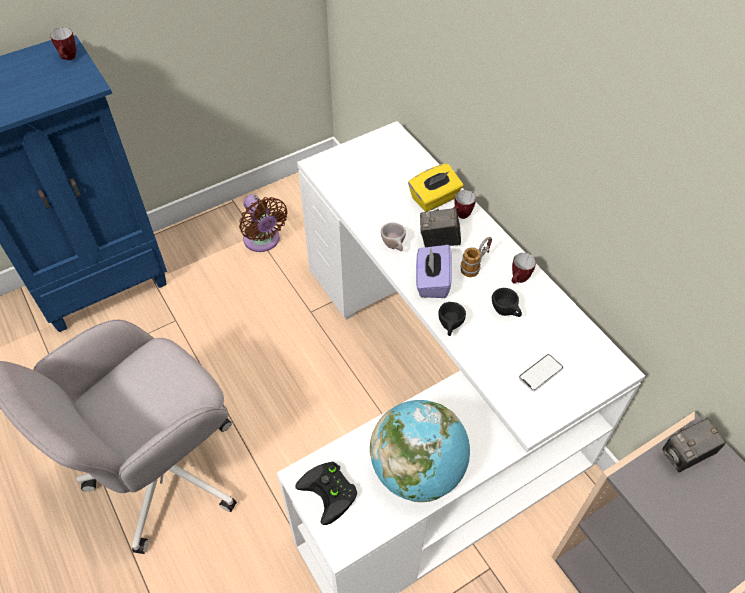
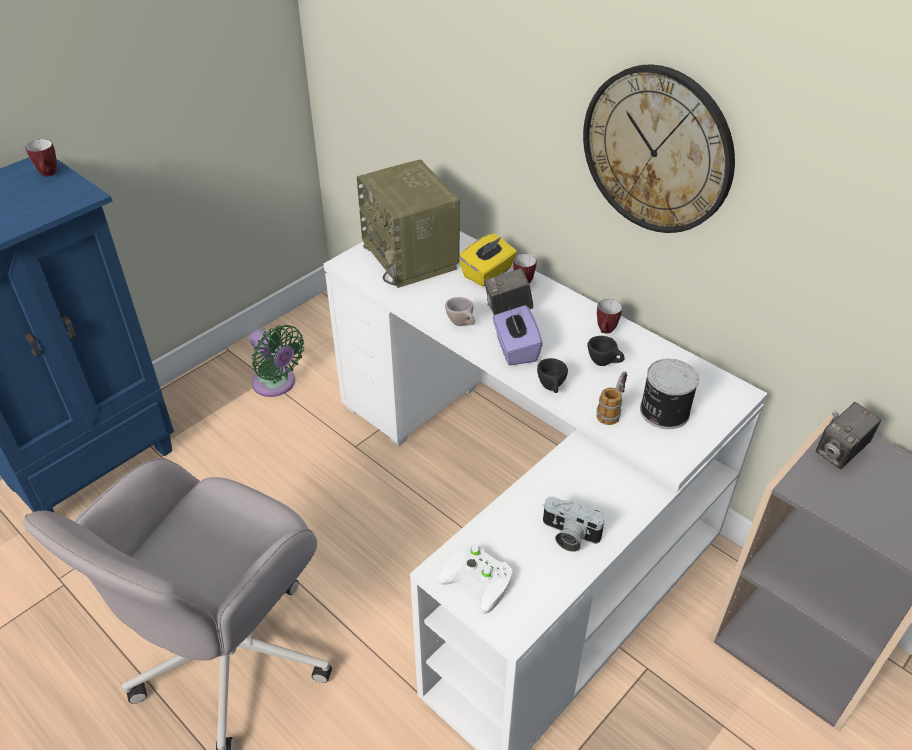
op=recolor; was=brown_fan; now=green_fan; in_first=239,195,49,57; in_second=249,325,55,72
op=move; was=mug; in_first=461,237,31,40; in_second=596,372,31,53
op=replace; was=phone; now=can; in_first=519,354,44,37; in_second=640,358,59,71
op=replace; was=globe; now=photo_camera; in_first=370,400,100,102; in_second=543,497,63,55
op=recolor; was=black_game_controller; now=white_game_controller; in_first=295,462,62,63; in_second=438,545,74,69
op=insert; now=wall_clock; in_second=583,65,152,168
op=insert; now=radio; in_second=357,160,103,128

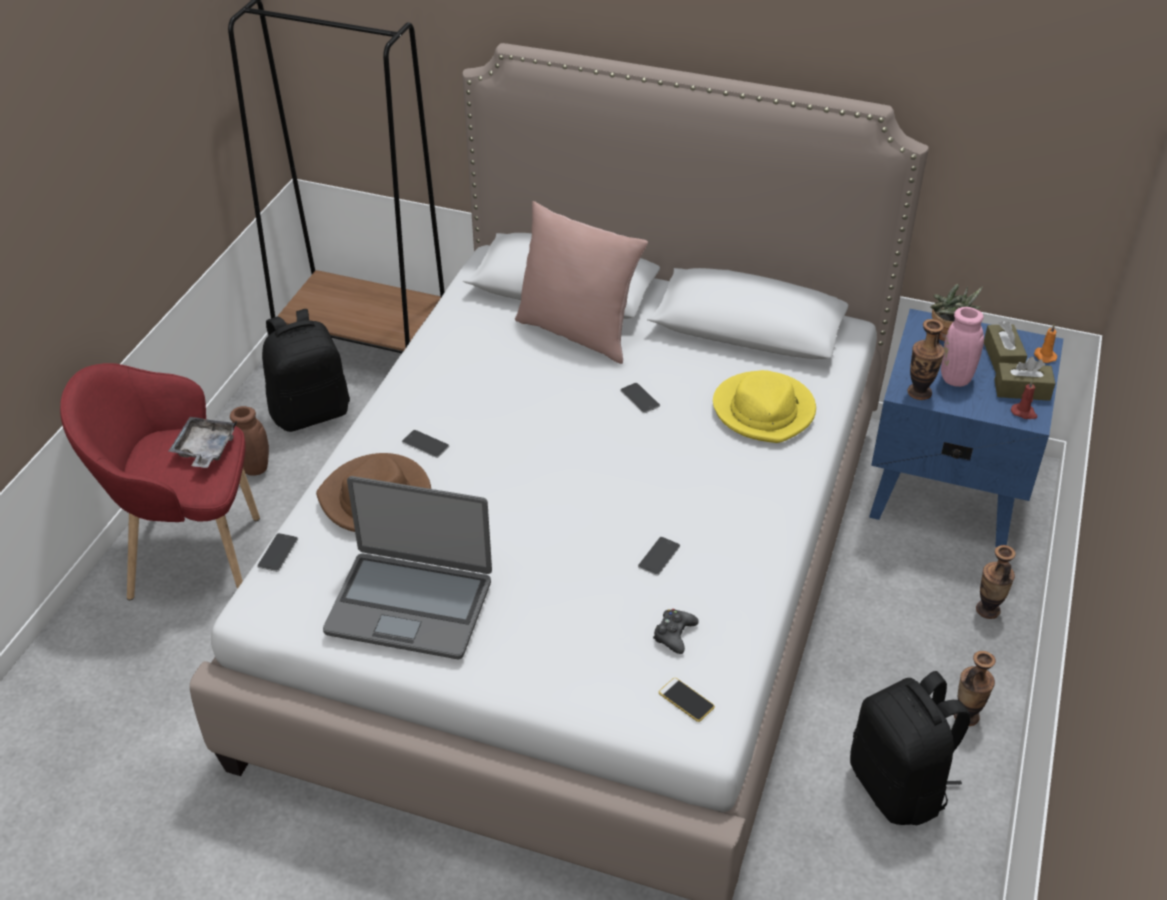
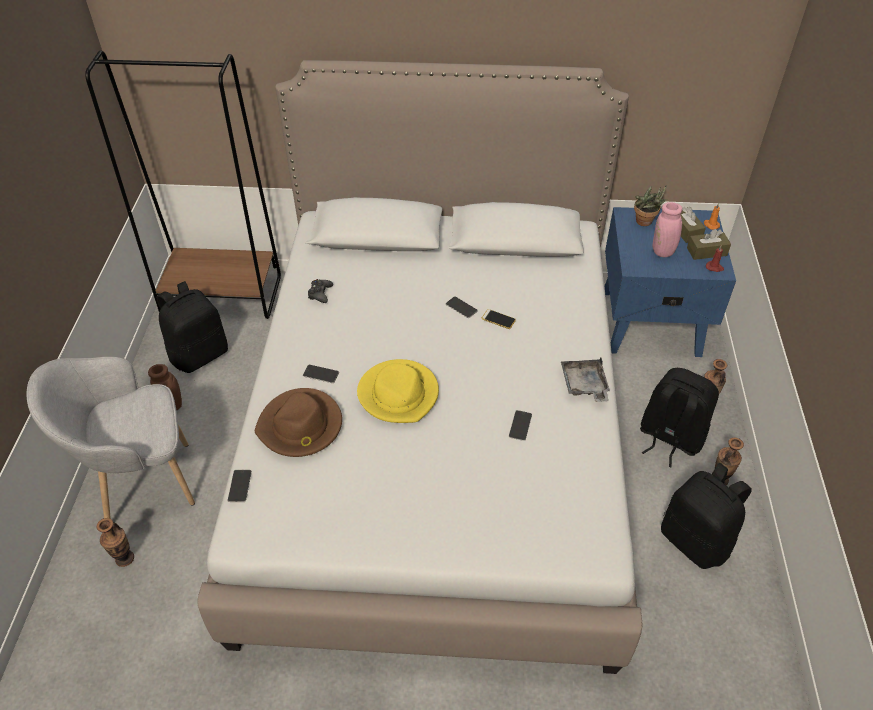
op=delete; was=pink_pillow; in_first=515,201,133,163
op=move; was=vase; in_first=907,319,38,81; in_second=96,518,38,49
op=recolor; was=red_armchair; now=grey_armchair; in_first=60,363,200,237; in_second=27,357,168,162
op=move; was=yellow_hat; in_first=713,370,103,73; in_second=357,359,82,64
op=move; was=grey_tray; in_first=169,417,68,51; in_second=561,358,49,44
op=delete; was=laptop; in_first=323,476,169,183
op=move; was=black_game_controller; in_first=653,609,46,45; in_second=308,279,25,24
op=move; was=phone; in_first=659,678,56,44; in_second=482,309,34,20
op=insert; now=black_backpack; in_second=640,368,79,99

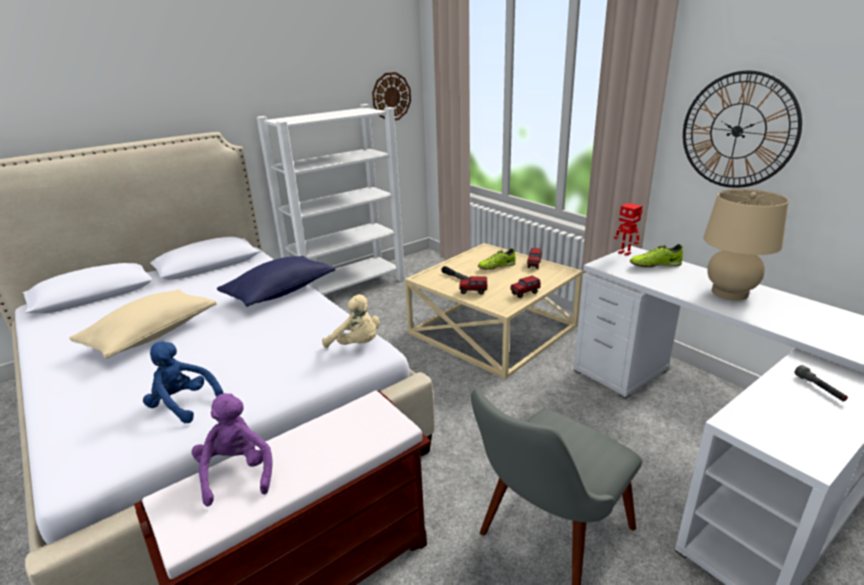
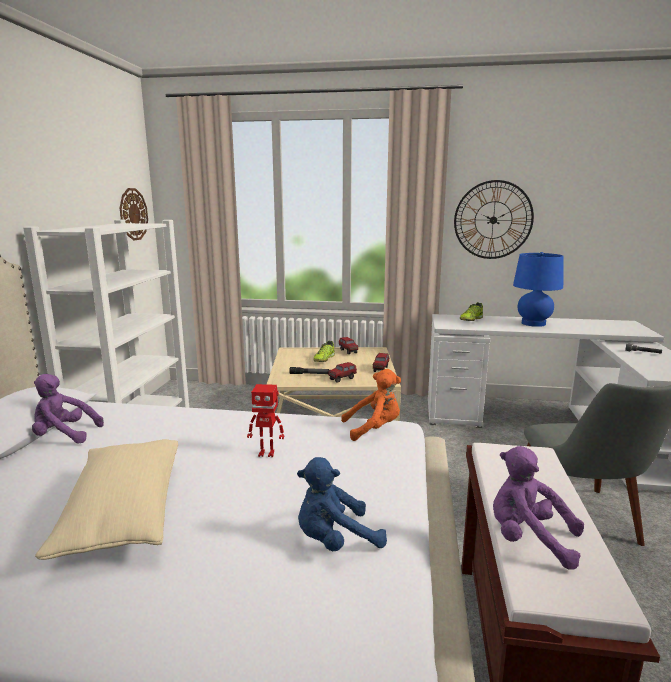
op=recolor; was=beige_table_lamp; now=blue_table_lamp; in_first=703,189,86,112; in_second=513,252,51,75
op=move; was=toy_robot; in_first=613,203,29,53; in_second=247,384,37,73
op=delete; was=blue_pillow; in_first=217,256,118,51
op=recolor; was=beige_plush_toy; now=orange_plush_toy; in_first=322,294,58,54; in_second=341,369,60,72
op=insert; now=purple_plush_toy; in_second=32,374,72,70

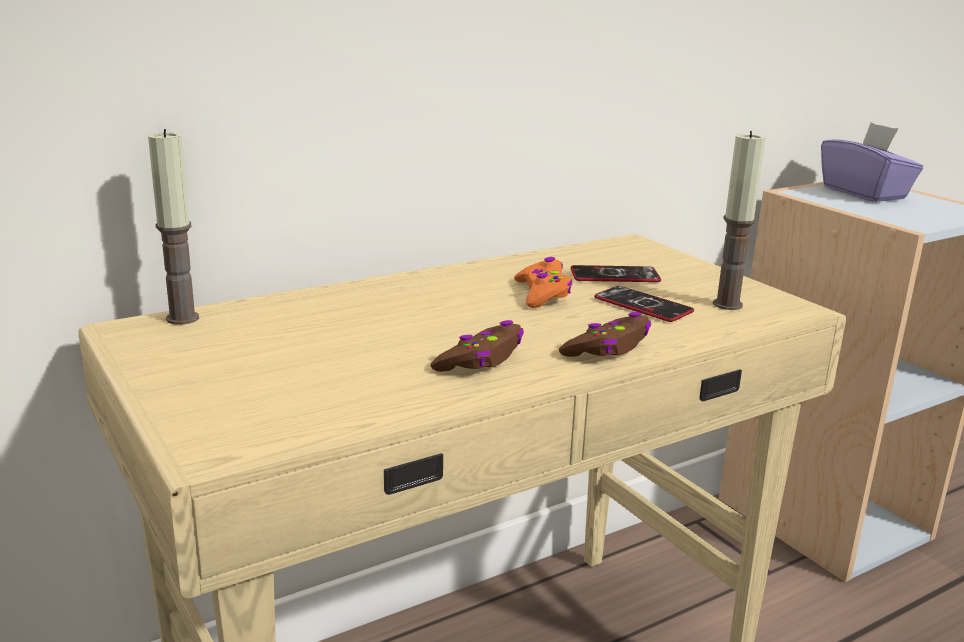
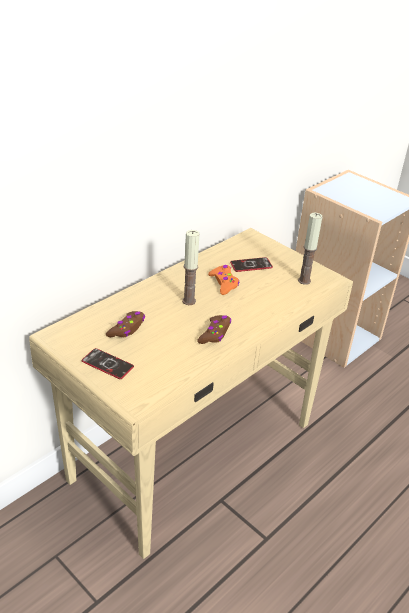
op=delete; was=purple_tissue_box; in_first=821,122,102,80
op=move; was=candle; in_first=148,129,51,196; in_second=182,230,18,75
op=move; was=phone; in_first=594,286,100,36; in_second=82,348,52,31
op=move; was=brown_game_controller; in_first=559,312,92,45; in_second=106,311,39,26

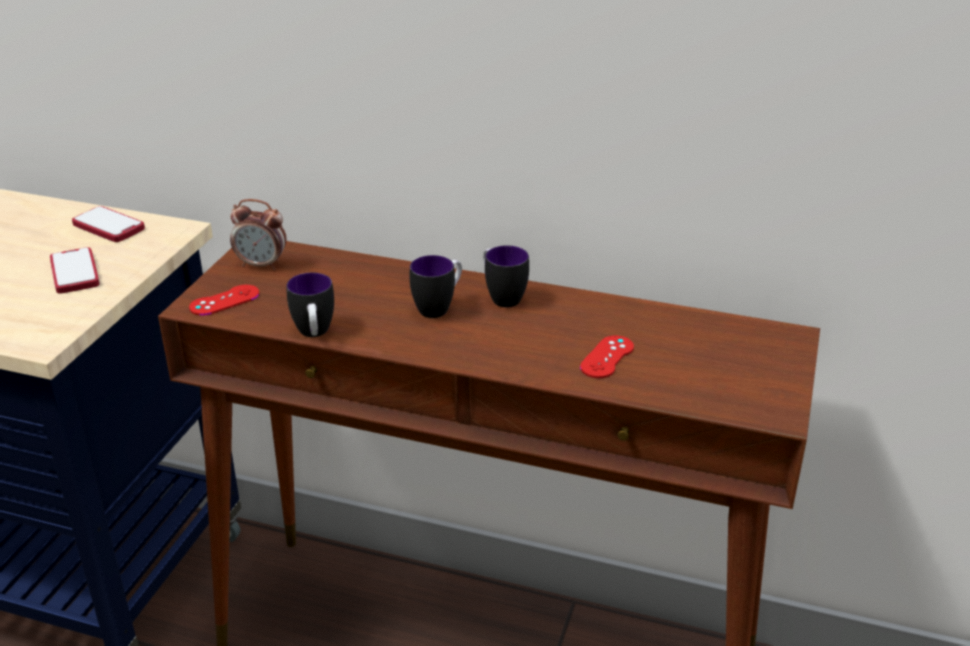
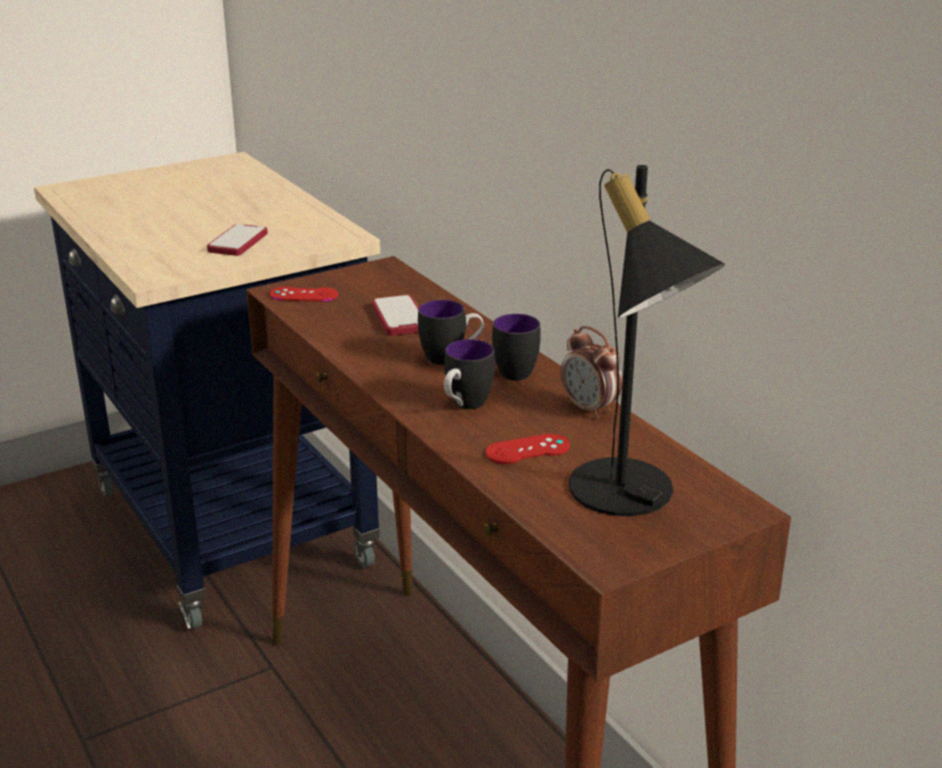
op=move; was=alarm_clock; in_first=230,199,56,71; in_second=561,326,61,93
op=move; was=phone; in_first=72,206,73,36; in_second=372,295,47,41
op=move; was=mug; in_first=286,273,48,64; in_second=444,339,51,70
op=insert; now=black_table_lamp; in_second=569,165,156,351

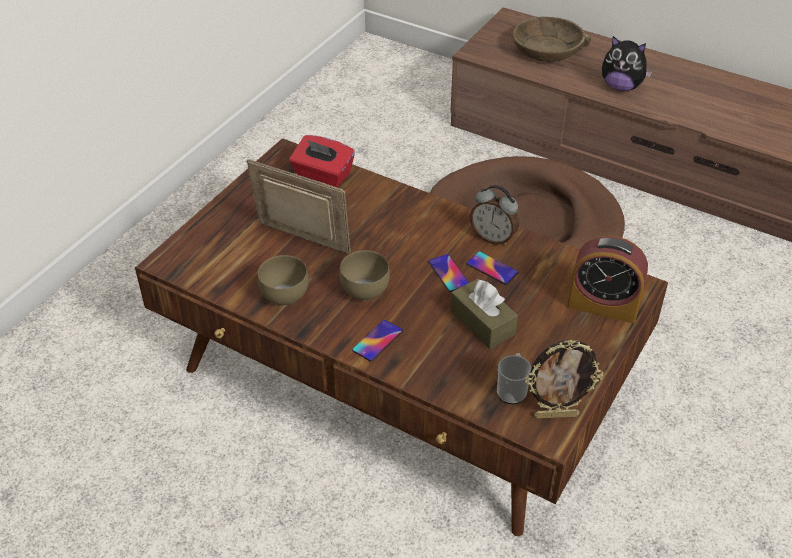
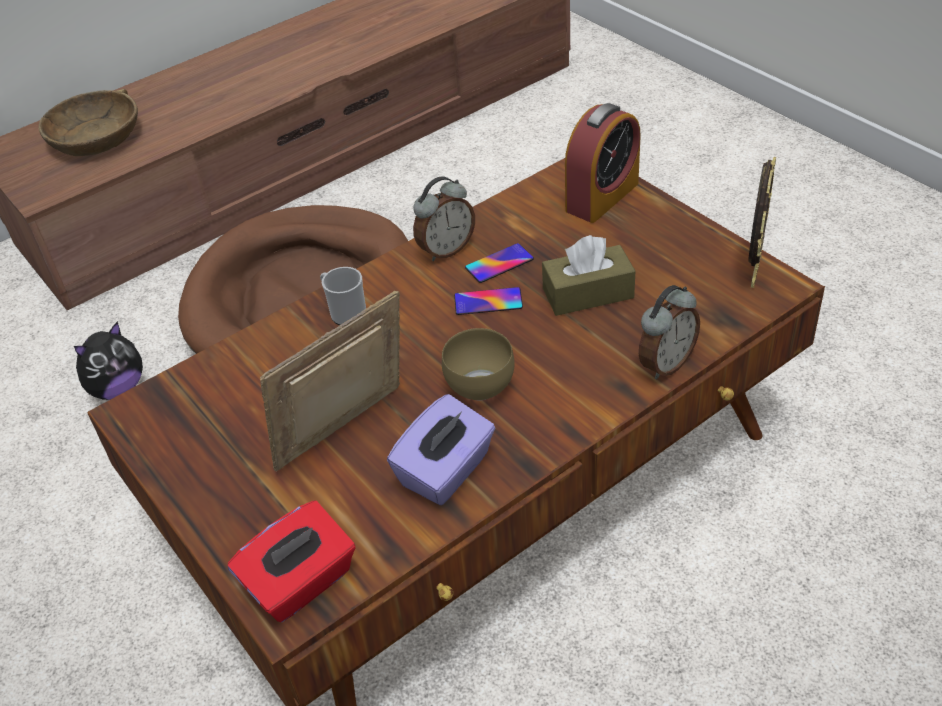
op=move; was=plush_toy; in_first=602,36,51,55; in_second=74,321,69,79
op=move; was=red_tissue_box; in_first=289,135,66,52; in_second=228,501,128,121
op=replace; was=brown_bowl; now=purple_tissue_box; in_first=258,255,51,51; in_second=387,394,108,111
op=delete; was=phone; in_first=352,320,51,42
op=move; was=mug; in_first=497,353,35,51; in_second=320,267,46,58
op=insert; now=alarm_clock; in_second=639,285,61,95

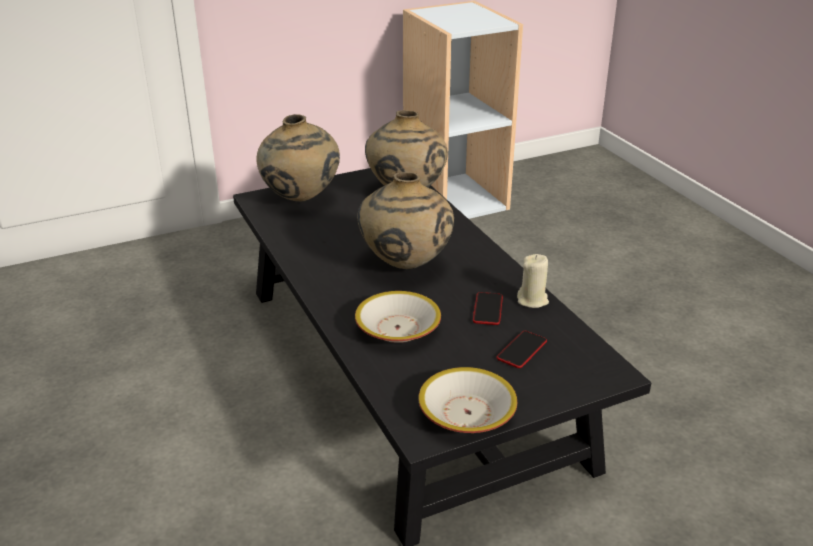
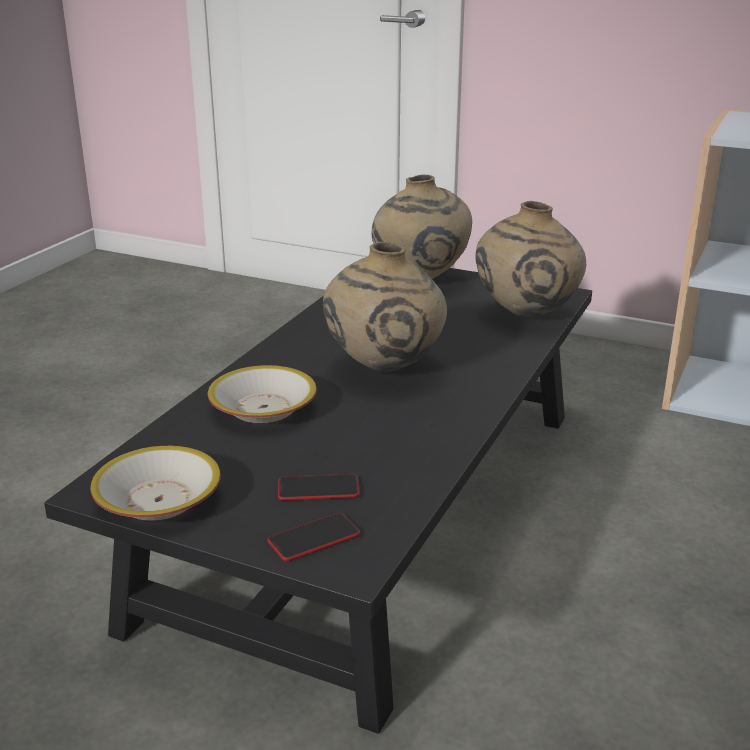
op=delete; was=beige_candle; in_first=517,254,32,54
op=move; was=phone; in_first=473,292,30,33; in_second=267,513,93,49

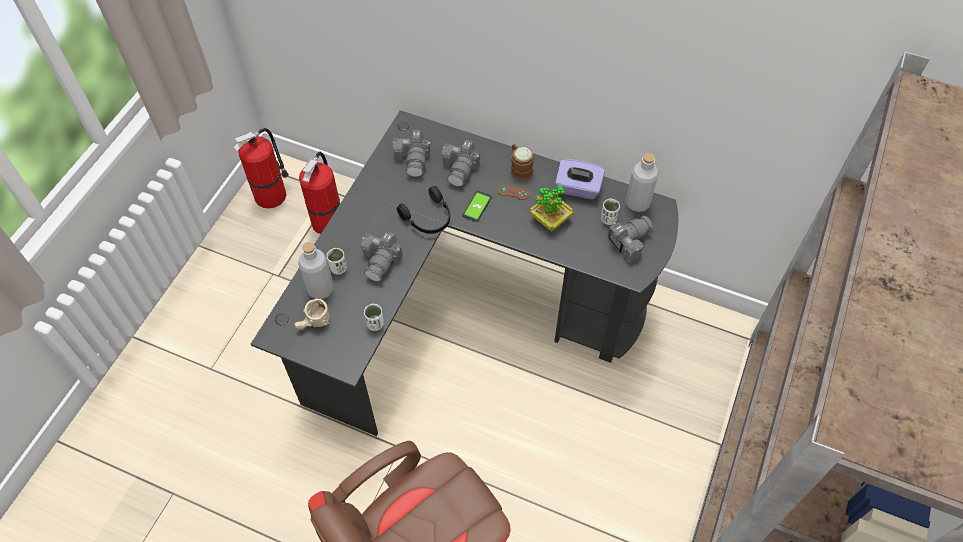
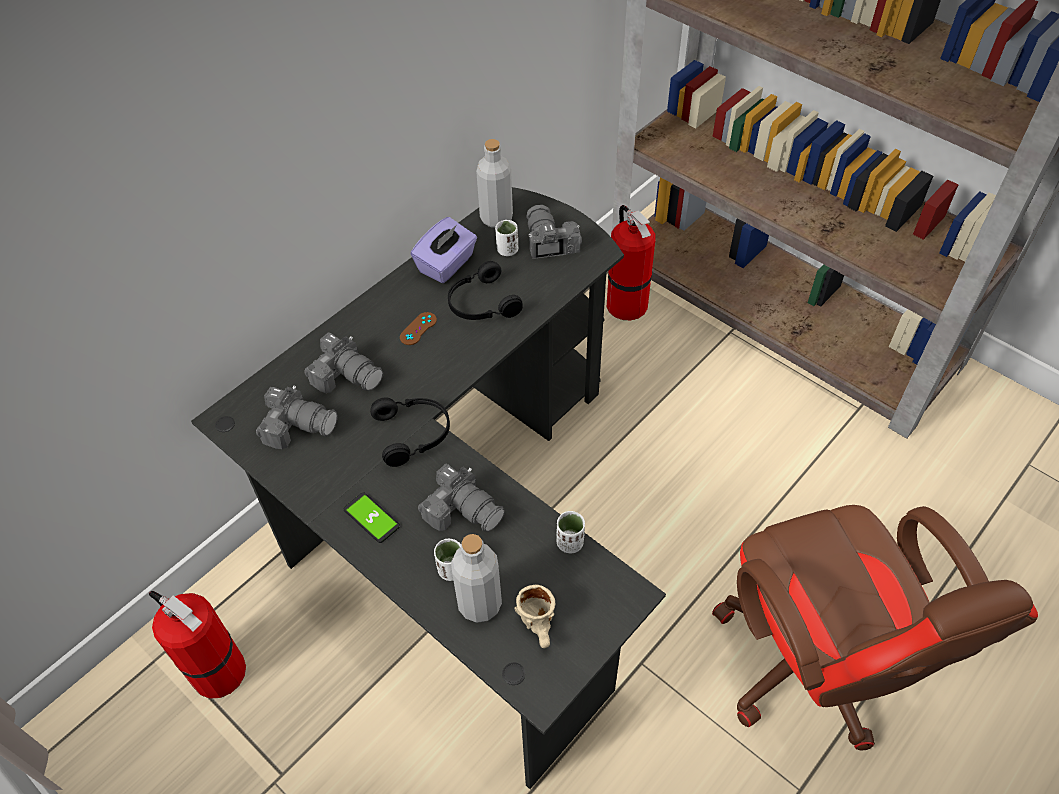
op=move; was=fire_extinguisher; in_first=234,128,55,81; in_second=607,205,49,115
op=delete; was=brown_mug; in_first=511,144,23,37
op=replace; was=potted_plant; now=black_headphones; in_first=530,185,43,47; in_second=448,261,75,59
op=move; was=phone; in_first=463,191,29,31; in_second=344,493,56,50

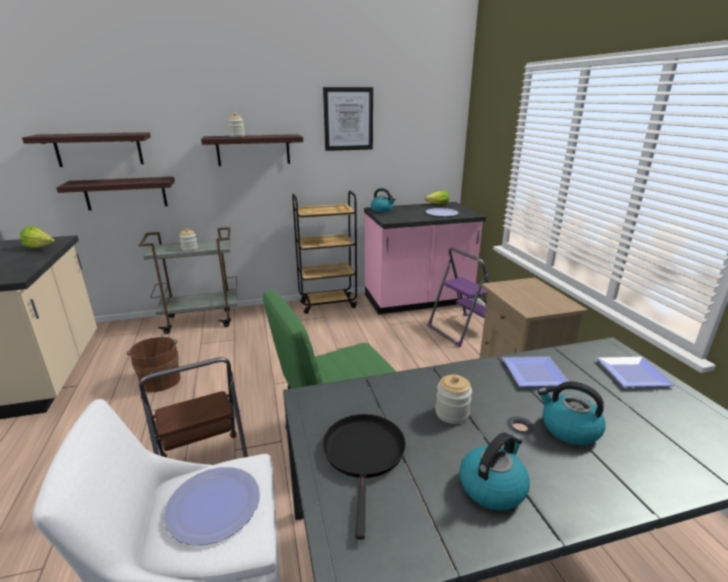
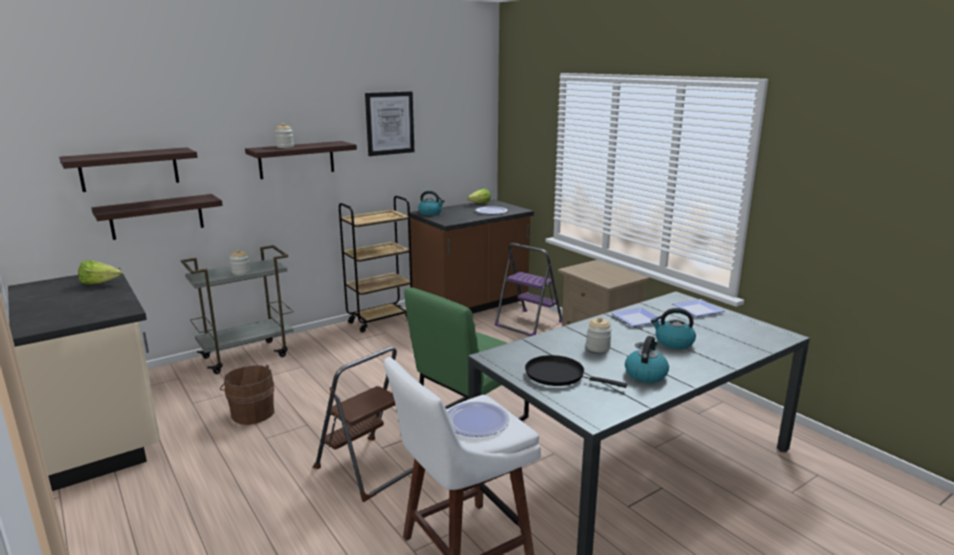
op=recolor; was=pink_counter; now=brown_counter; in_first=364,202,122,112; in_second=410,199,124,115
op=rotate; was=black_frying_pan; in_first=323,414,83,126; in_second=525,355,102,33; clockwise=-45

